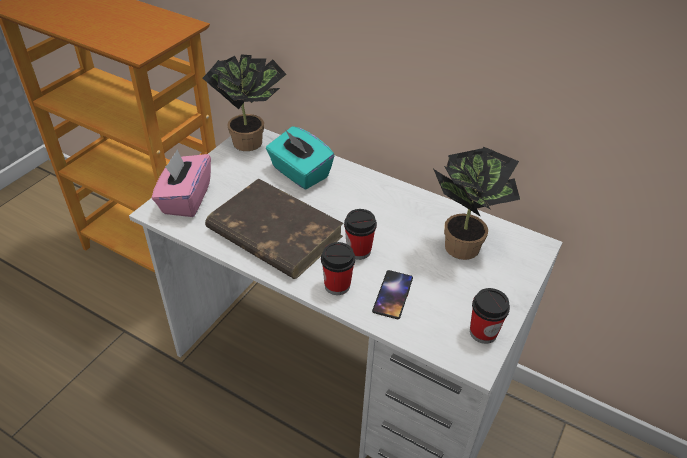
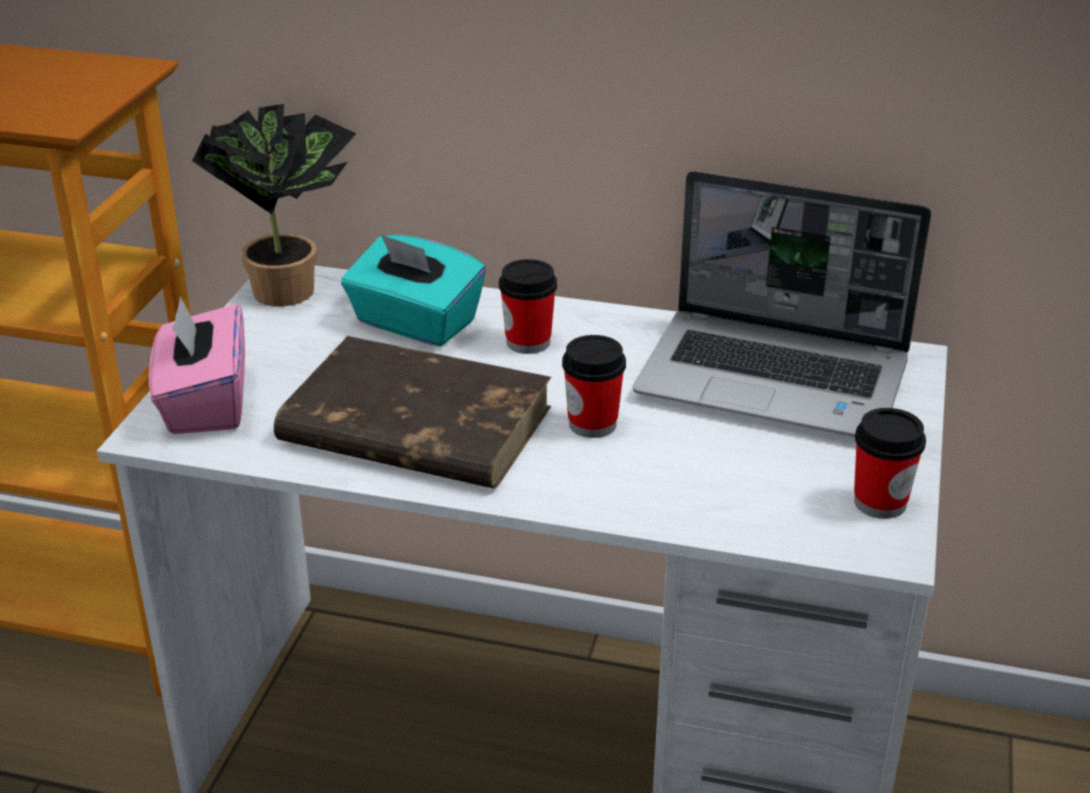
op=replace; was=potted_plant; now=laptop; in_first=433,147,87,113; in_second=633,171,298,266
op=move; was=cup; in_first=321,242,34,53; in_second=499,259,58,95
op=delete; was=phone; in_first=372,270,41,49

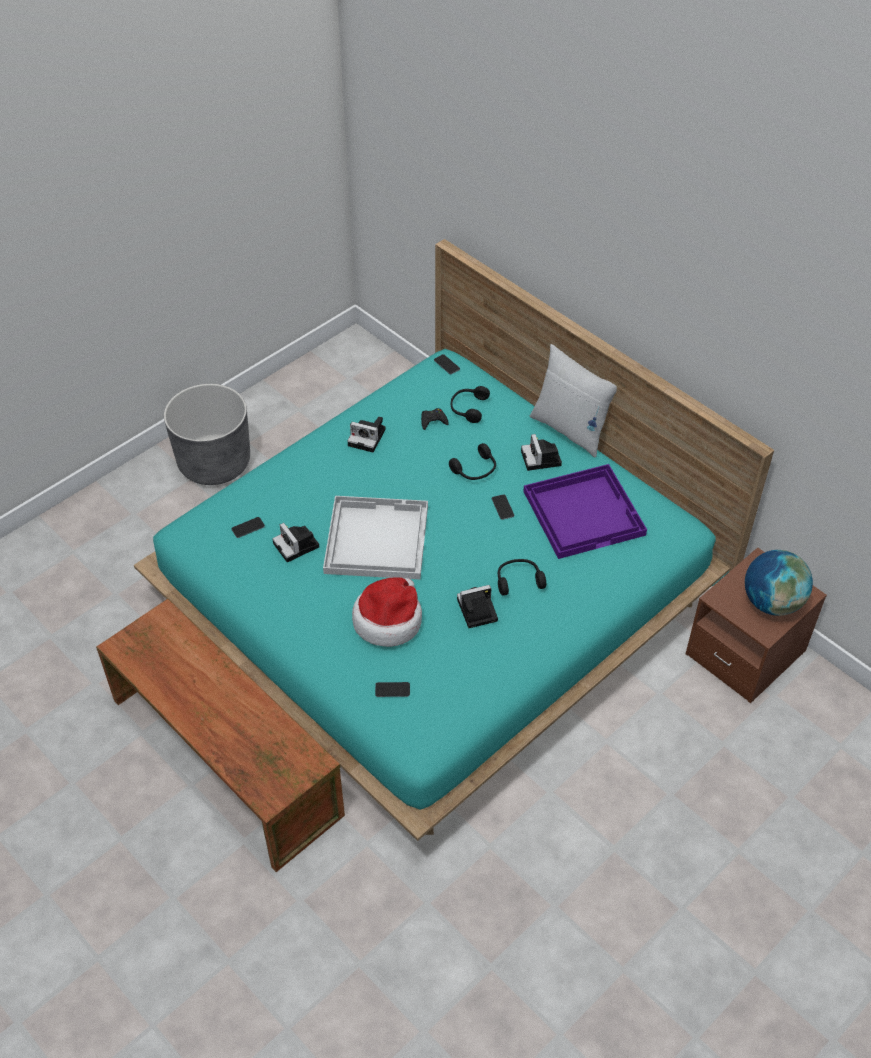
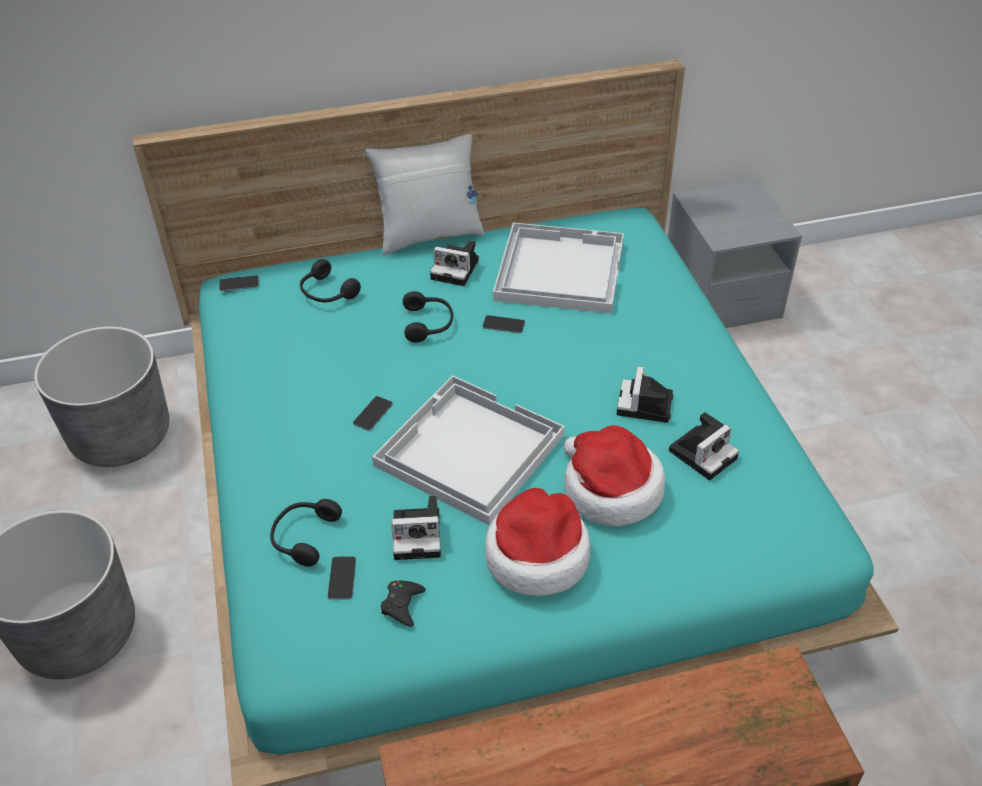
op=move; was=black_game_controller; in_first=421,408,28,22; in_second=381,581,45,46
op=move; was=photo_camera; in_first=347,417,39,35; in_second=669,412,70,68
op=recolor; was=purple_tray; now=white_tray; in_first=523,464,124,95; in_second=493,223,131,91
op=recolor; was=brown_nightstand; now=grey_nightstand; in_first=686,547,141,156; in_second=668,179,134,149
op=delete; was=globe; in_first=745,550,68,66
op=move; was=black_headphones; in_first=498,559,48,37; in_second=270,499,72,67
op=move; was=phone; in_first=375,682,35,15; in_second=353,396,40,35
op=insert; now=grey_planter; in_second=34,326,135,141
op=insert; now=hat; in_second=485,488,105,108

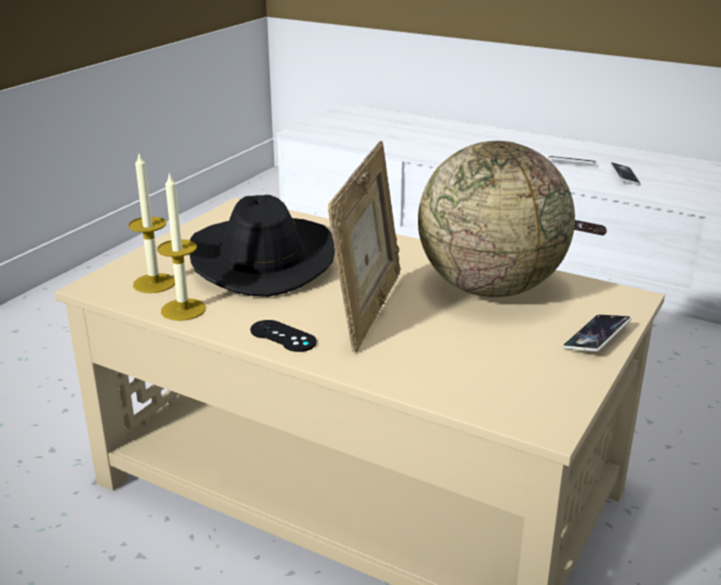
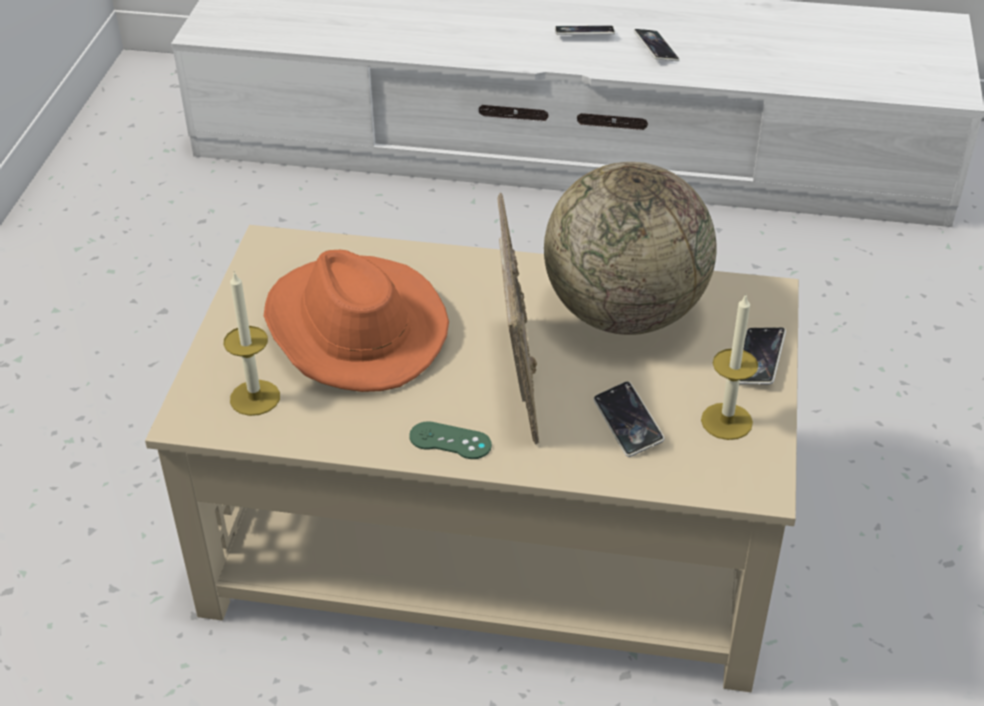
op=move; was=candle; in_first=157,173,49,148; in_second=701,293,57,147
op=recolor; was=black_hat; now=orange_hat; in_first=189,195,146,102; in_second=264,250,185,142
op=recolor; was=black_game_controller; now=green_game_controller; in_first=250,320,67,32; in_second=409,421,83,38
op=insert; now=phone; in_second=593,381,72,76

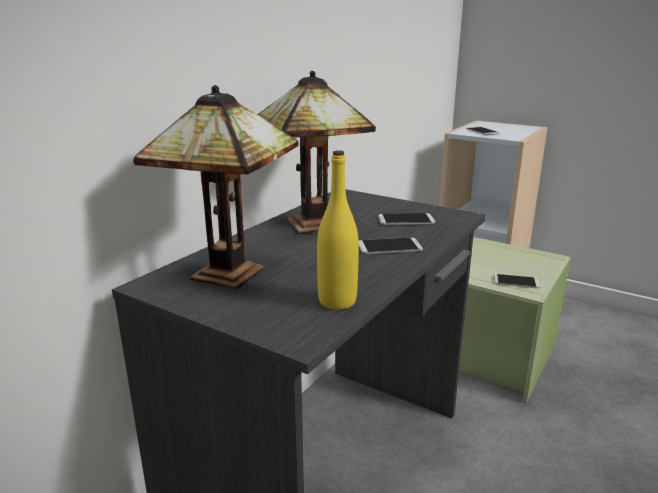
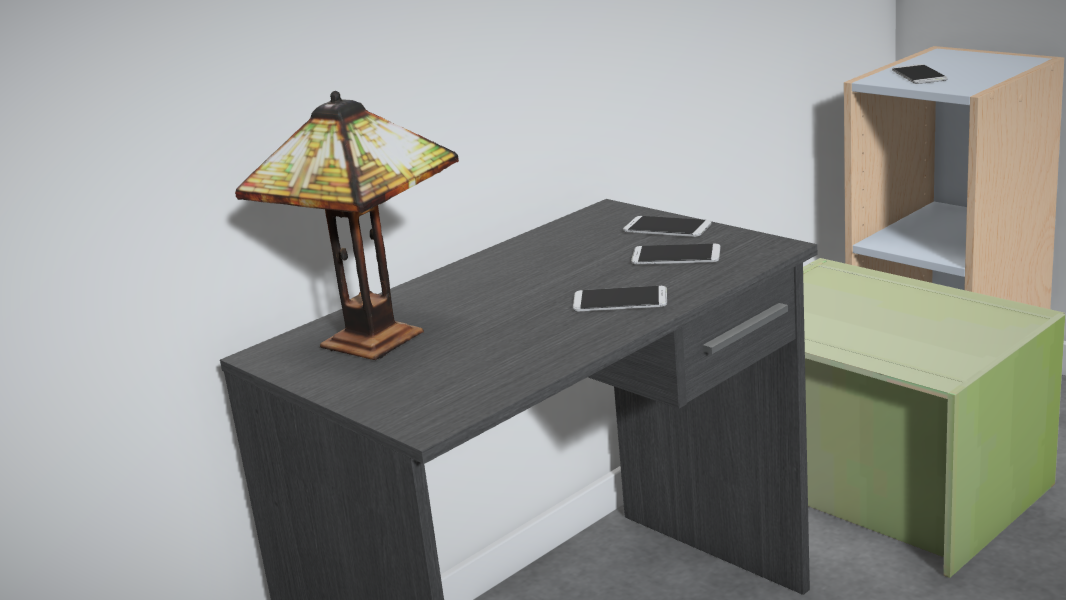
op=delete; was=table_lamp; in_first=257,71,119,162
op=delete; was=yellow_bottle; in_first=317,150,42,160
op=move; was=phone; in_first=493,274,47,14; in_second=623,216,89,21

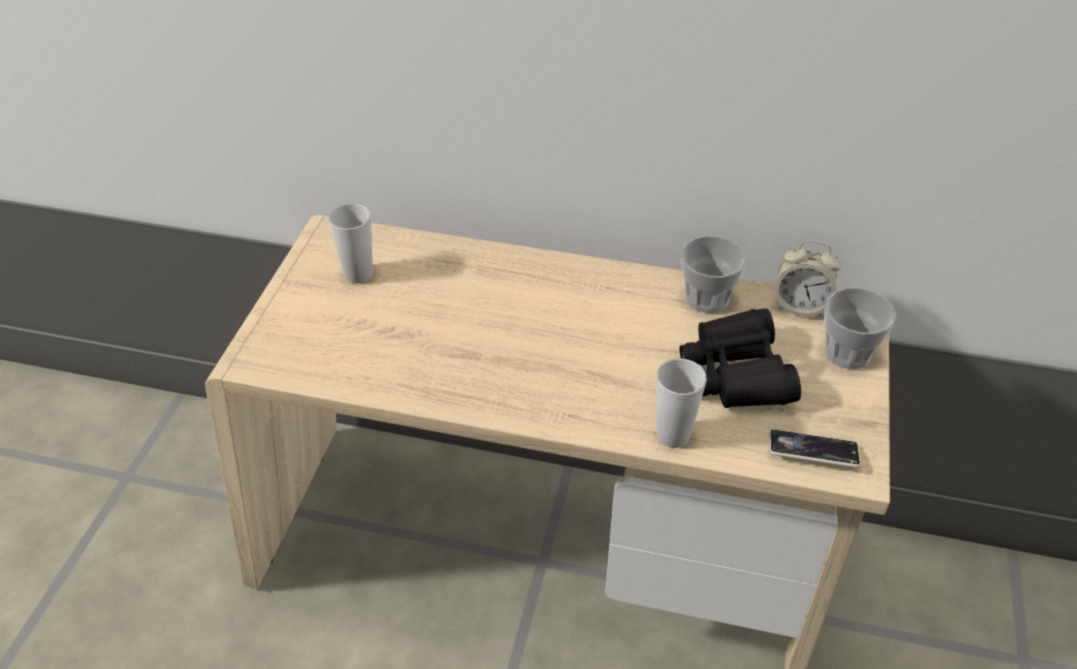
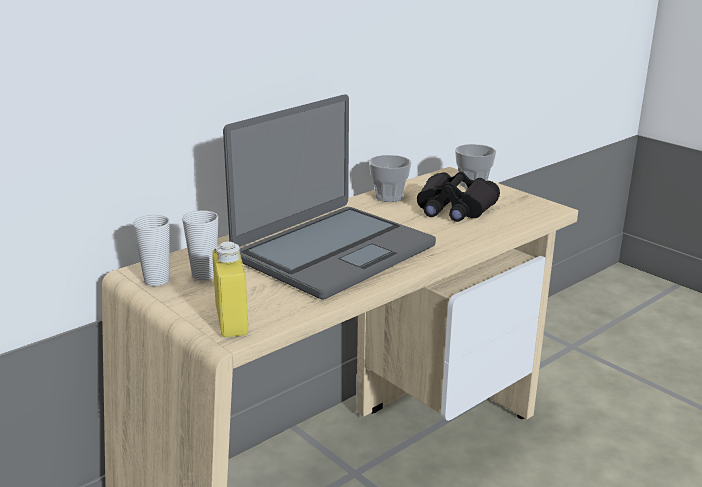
op=delete; was=alarm_clock; in_first=775,241,66,76
op=move; was=cup; in_first=656,358,51,90; in_second=133,215,37,71
op=delete; was=phone; in_first=769,430,92,37
op=insert; now=laptop; in_second=223,94,213,206
op=insert; now=yellow_bottle; in_second=212,241,37,96

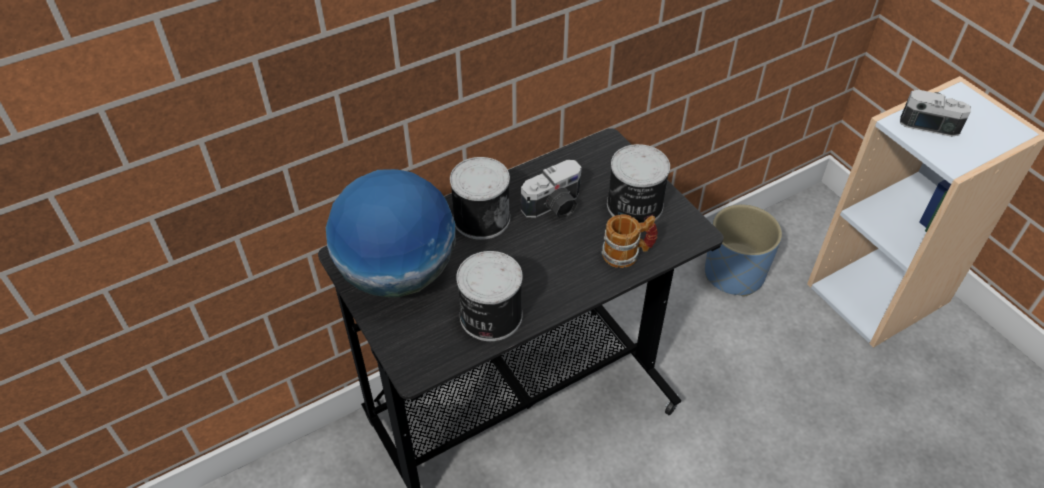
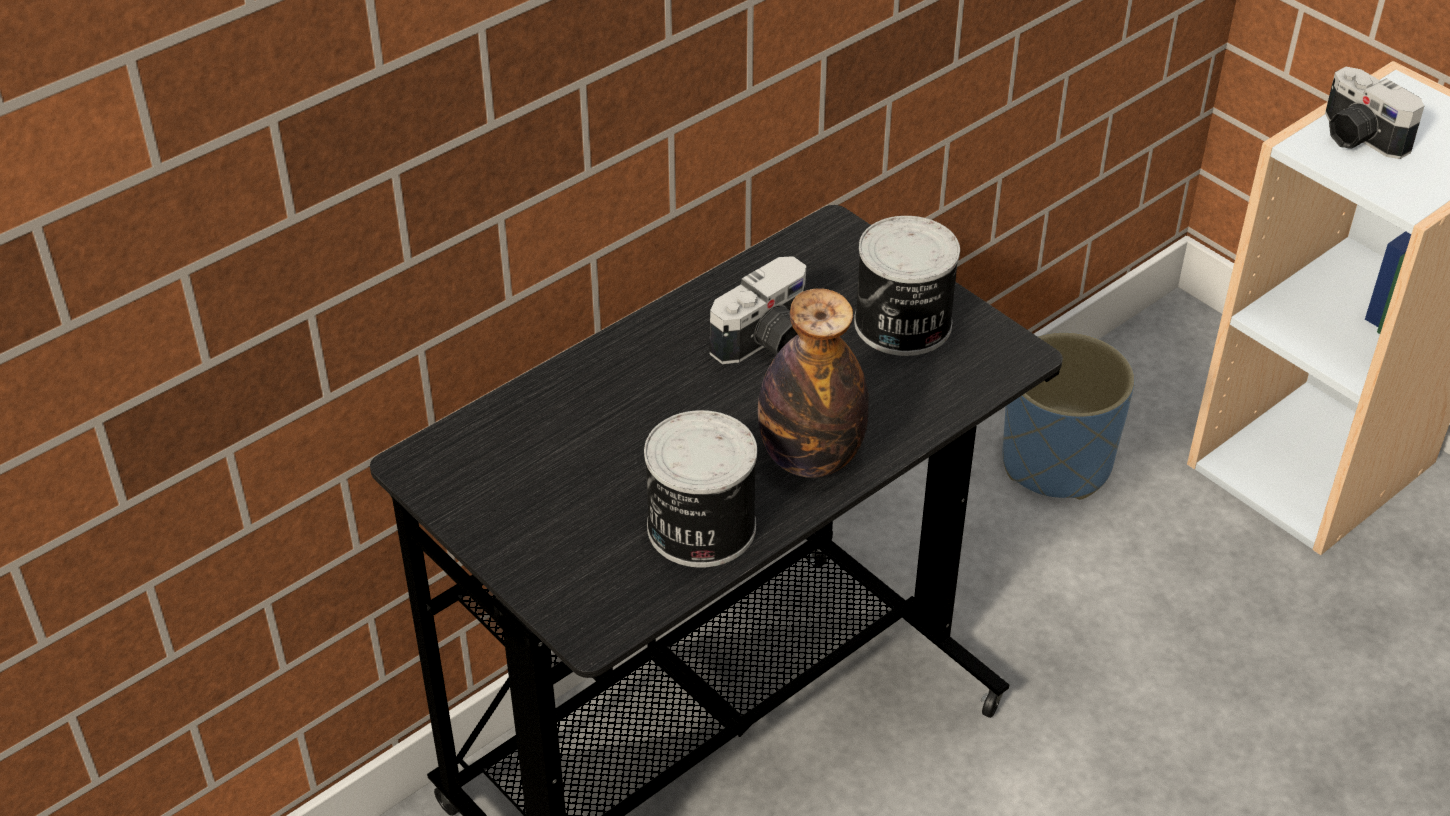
op=rotate; was=photo_camera; in_first=900,90,71,47; in_second=1325,67,99,92; clockwise=-135
op=delete; was=can; in_first=450,157,60,83
op=delete; was=globe; in_first=326,169,129,129
op=delete; was=mug; in_first=602,214,56,54
op=insert; now=bottle; in_second=758,289,111,189

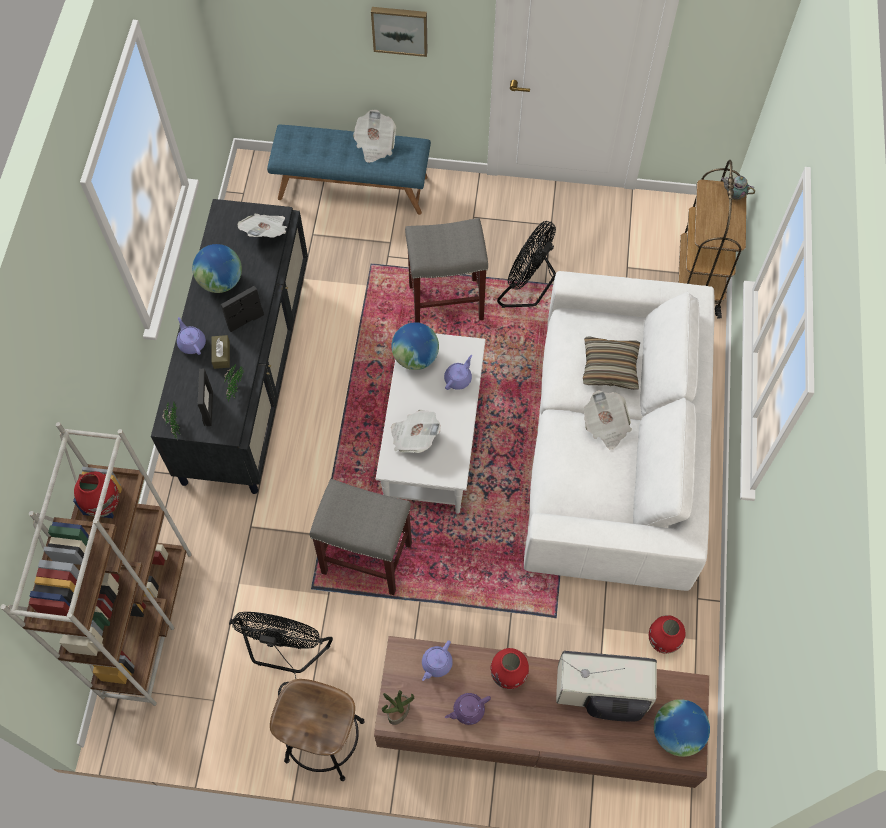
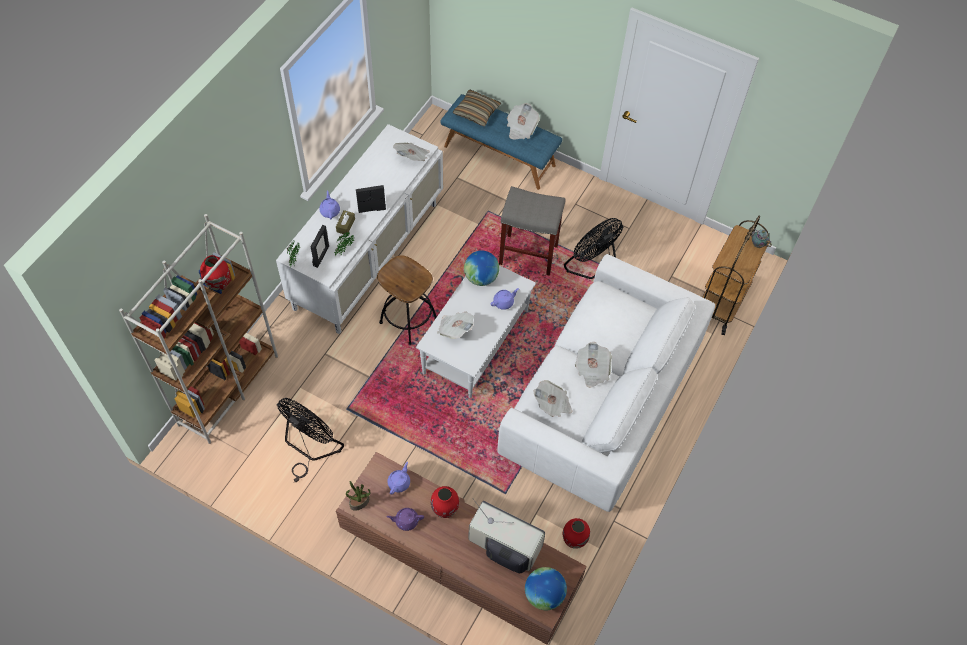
op=delete; was=picture; in_first=371,7,57,50
op=recolor; was=black_cabinet; now=white_cabinet; in_first=151,199,157,295; in_second=276,124,167,210
op=delete; was=globe; in_first=192,244,50,49
op=move; was=pillow; in_first=583,336,57,54; in_second=453,90,48,36
op=delete; was=grey_stool; in_first=310,479,102,116
op=rotate; was=purple_teapot; in_first=422,640,31,41; in_second=387,462,23,33; clockwise=150
op=move; was=brown_stool; in_first=270,679,95,102; in_second=377,255,60,90
op=insert; now=newspaper; in_second=534,380,38,37

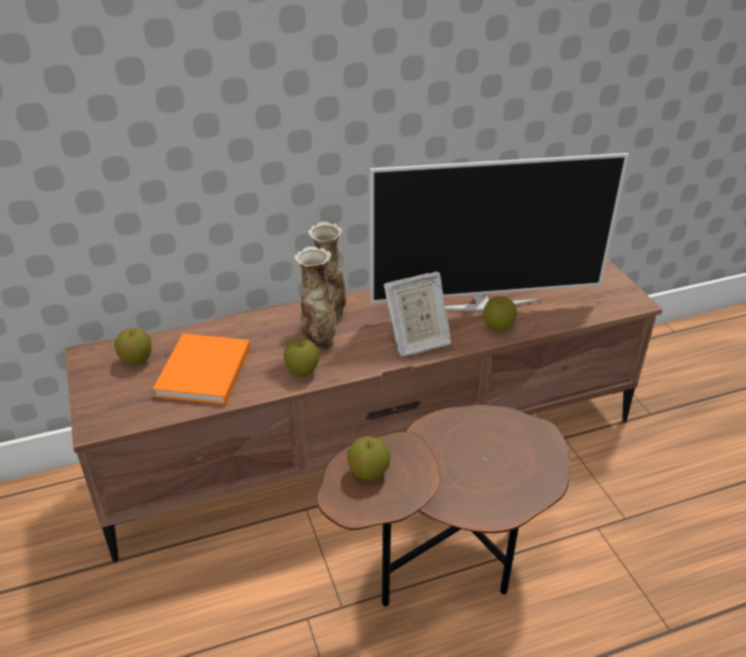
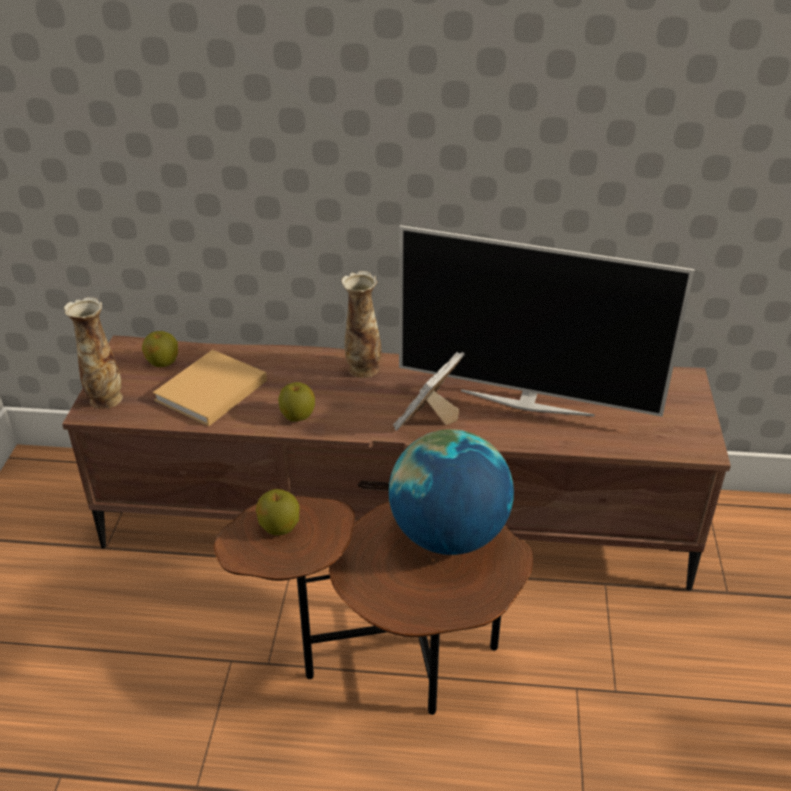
op=move; was=vase; in_first=294,246,42,106; in_second=64,297,59,112
op=rotate; was=picture_frame; in_first=384,271,67,86; in_second=393,352,72,78; clockwise=120
op=delete; was=apple; in_first=483,296,34,35
op=recolor; was=orange_book; now=beige_book; in_first=153,334,97,71; in_second=153,350,114,76
op=insert; now=globe; in_second=389,429,125,126

